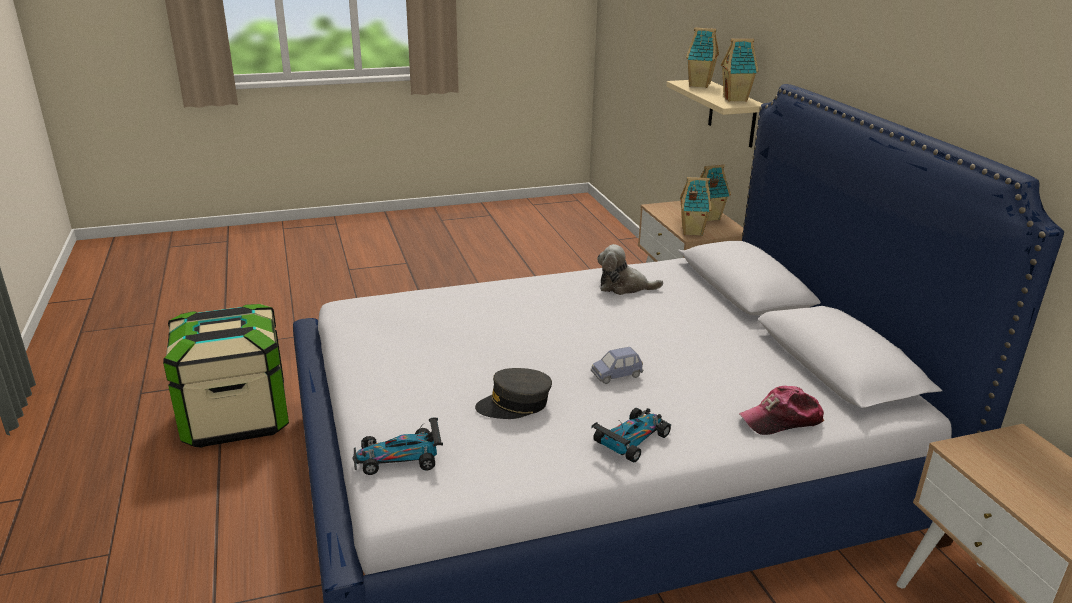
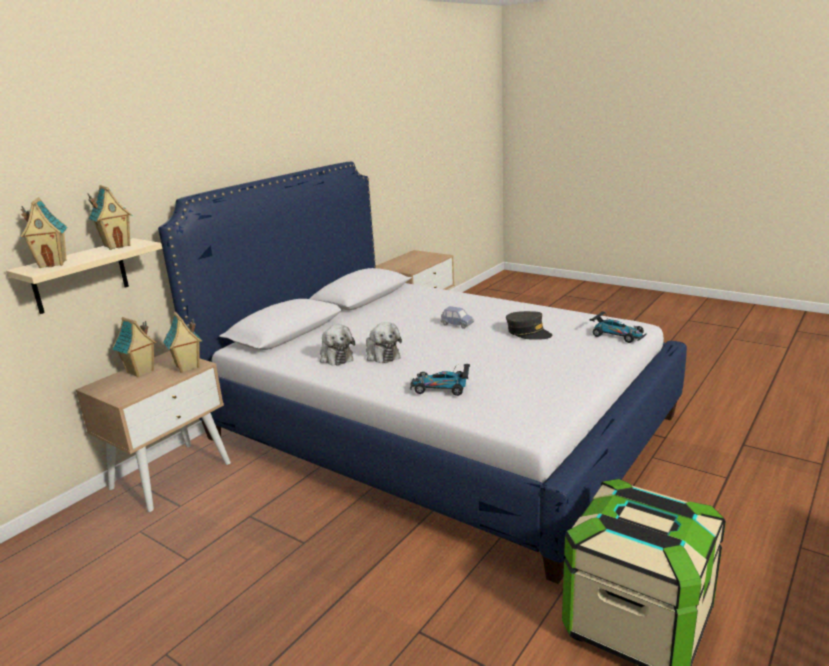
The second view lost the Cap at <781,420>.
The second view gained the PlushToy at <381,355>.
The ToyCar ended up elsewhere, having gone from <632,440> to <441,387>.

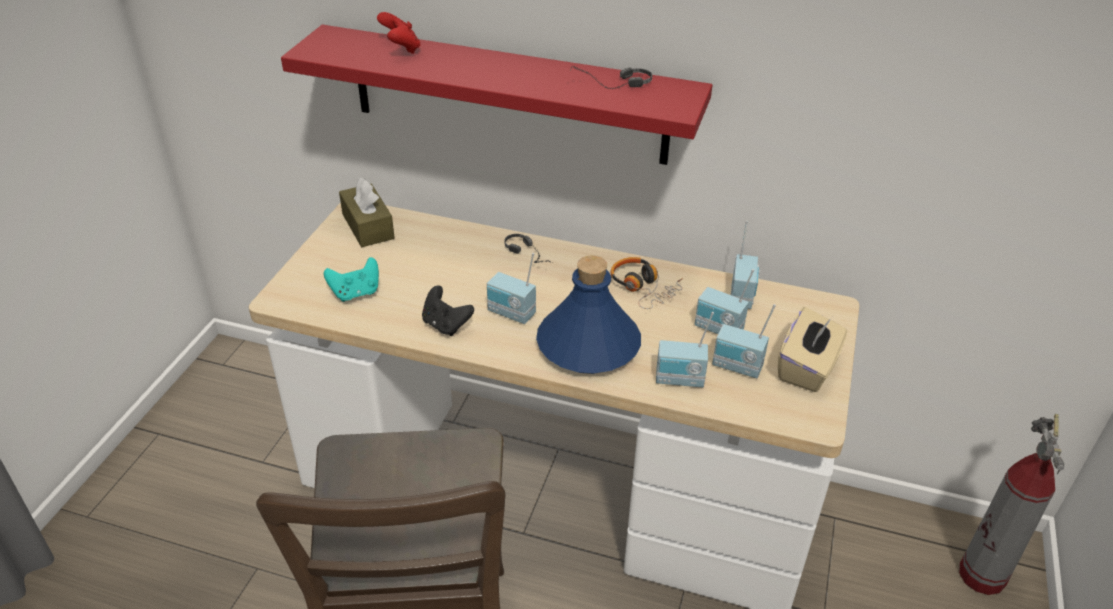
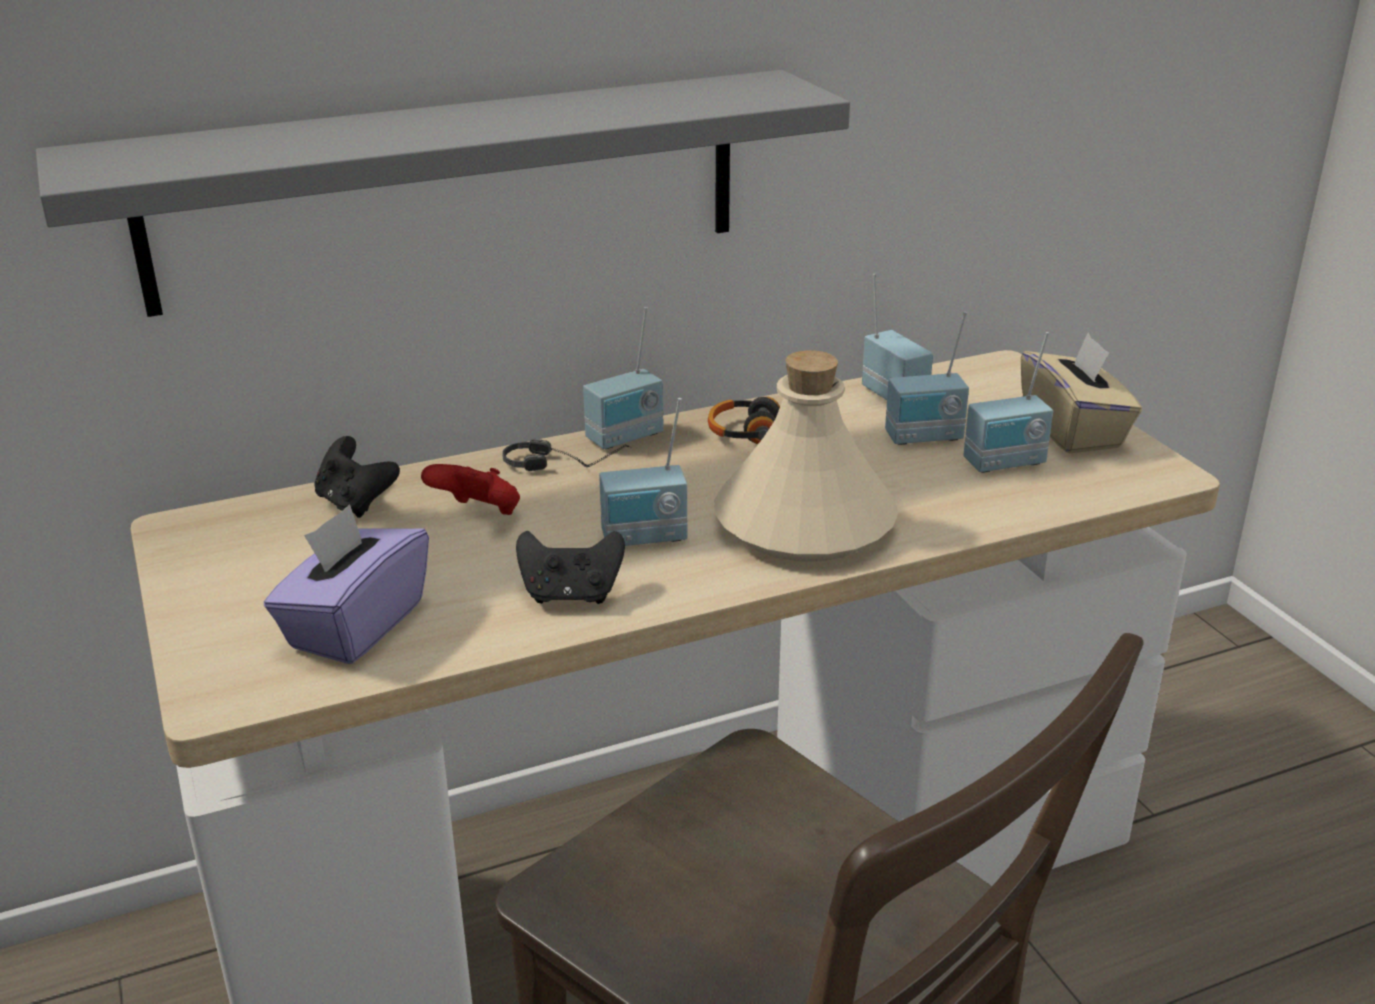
The second view lost the BrownTissueBox at <368,226>.
The second view lost the Headphones at <612,86>.
The second view lost the FireExtinguisher at <982,576>.
The second view gained the BlackGameController at <356,503>.
The RedGameController ended up elsewhere, having gone from <401,48> to <478,514>.
The Radio ended up elsewhere, having gone from <679,380> to <626,438>.
Where the TurquoiseGameController stood at <356,293>, the PurpleTissueBox came to stand at <355,625>.
What was the RedShelf at <508,95> turned into the GreyShelf at <450,189>.
What was the BlueBottle at <588,346> turned into the BeigeBottle at <805,524>.

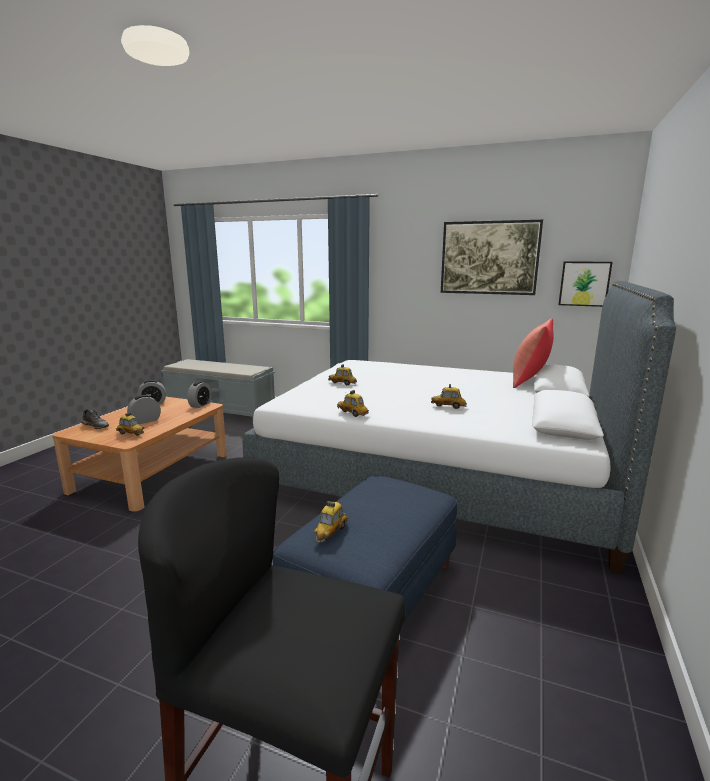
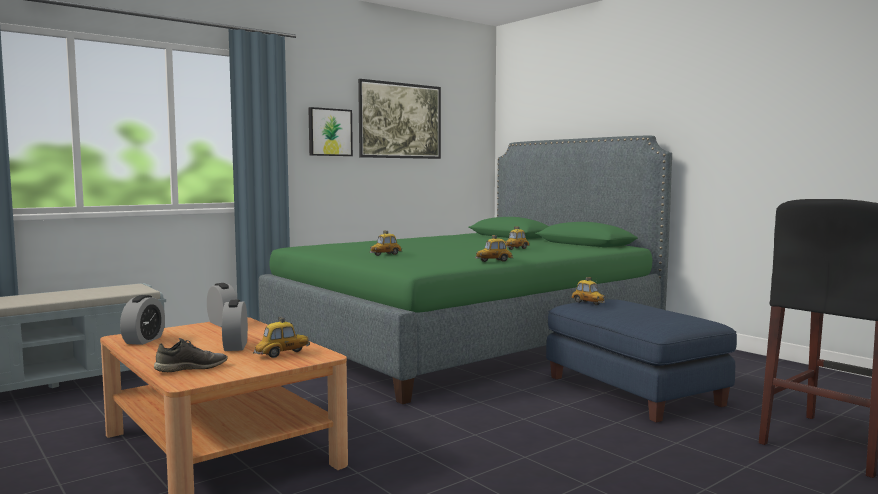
The second view lost the RedPillow at <529,381>.
The ToyCar ended up elsewhere, having gone from <331,532> to <588,303>.
The Picture ended up elsewhere, having gone from <584,283> to <329,132>.
What was the WhiteBed at <439,473> turned into the GreenBed at <466,339>.

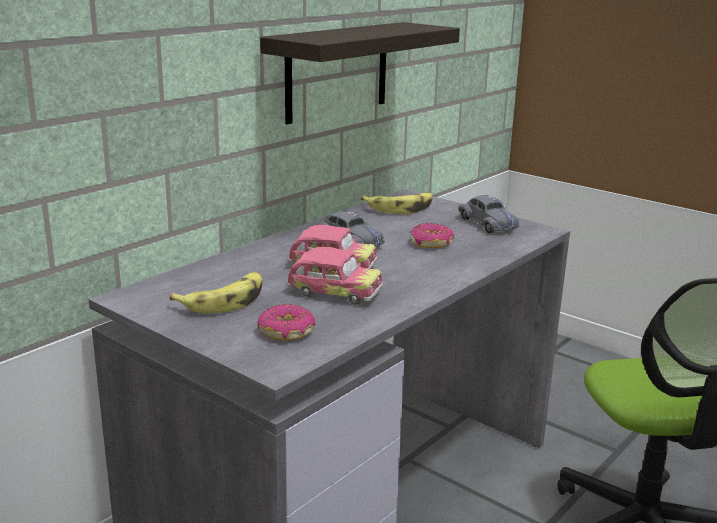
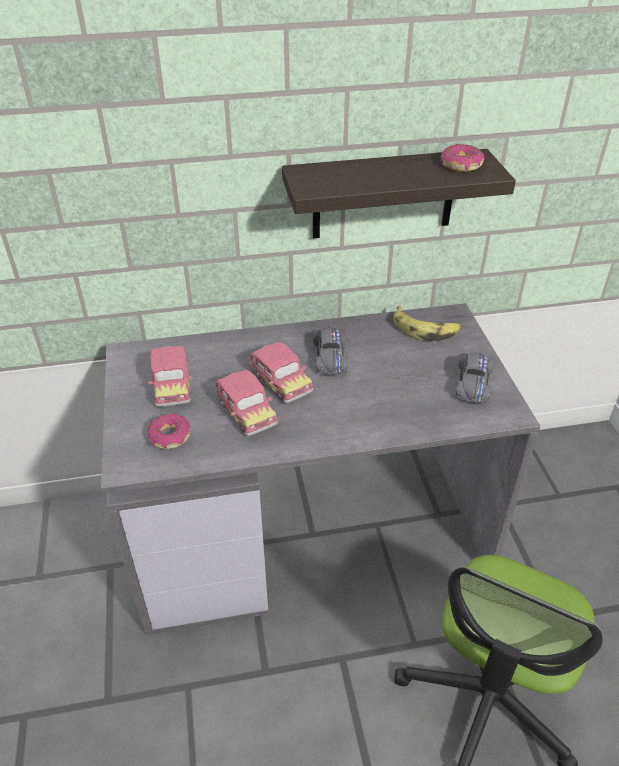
The Donut ended up elsewhere, having gone from <431,243> to <461,165>.
Where the Banana stood at <224,301>, the ToyCar came to stand at <172,385>.

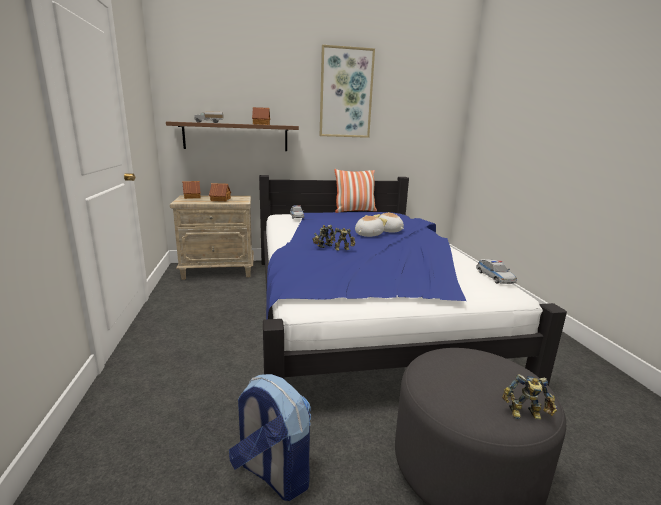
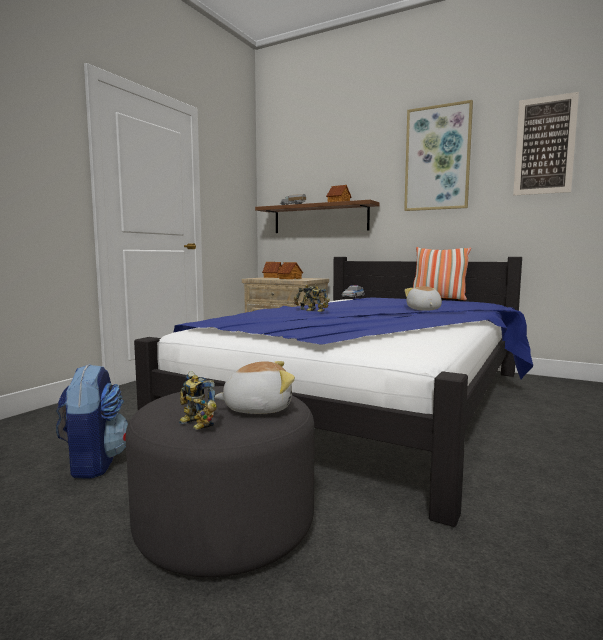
The second view lost the ToyCar at <495,277>.
The second view gained the Picture at <544,146>.
The PlushToy ended up elsewhere, having gone from <367,235> to <257,408>.

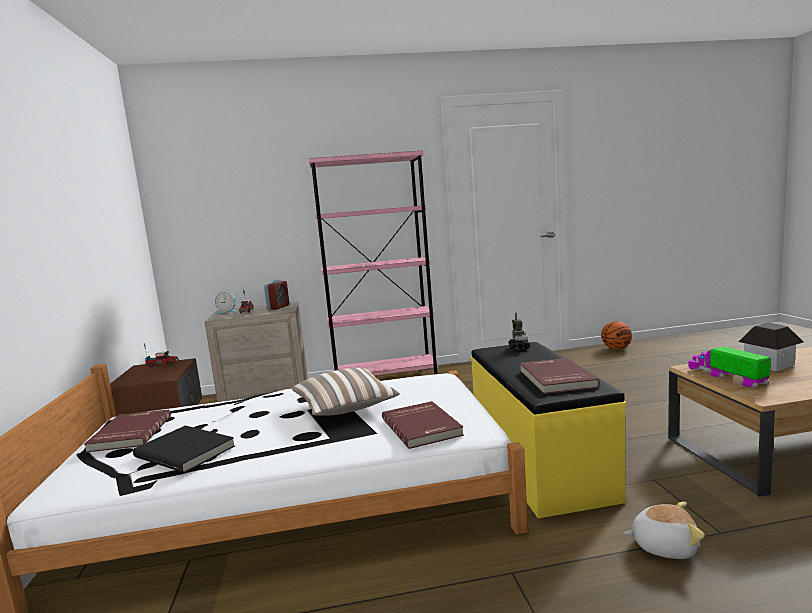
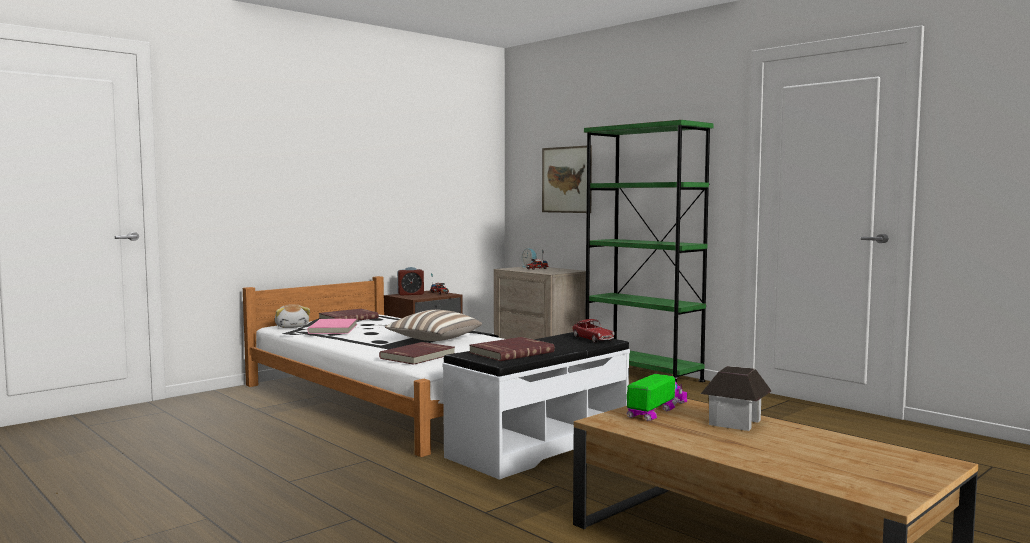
The second view lost the Basketball at <616,349>.
The second view gained the Picture at <566,179>.
The AlarmClock ended up elsewhere, having gone from <278,307> to <410,294>.
The PlushToy ended up elsewhere, having gone from <664,546> to <292,327>.
Where the ToyRobot stood at <519,348>, the ToyCar came to stand at <592,338>.
What was the BlackBook at <186,451> turned into the PinkBook at <334,329>.
What was the PinkBookcase at <385,379> turned into the GreenBookcase at <642,375>.
What was the YellowBench at <537,462> turned into the WhiteBench at <538,446>.

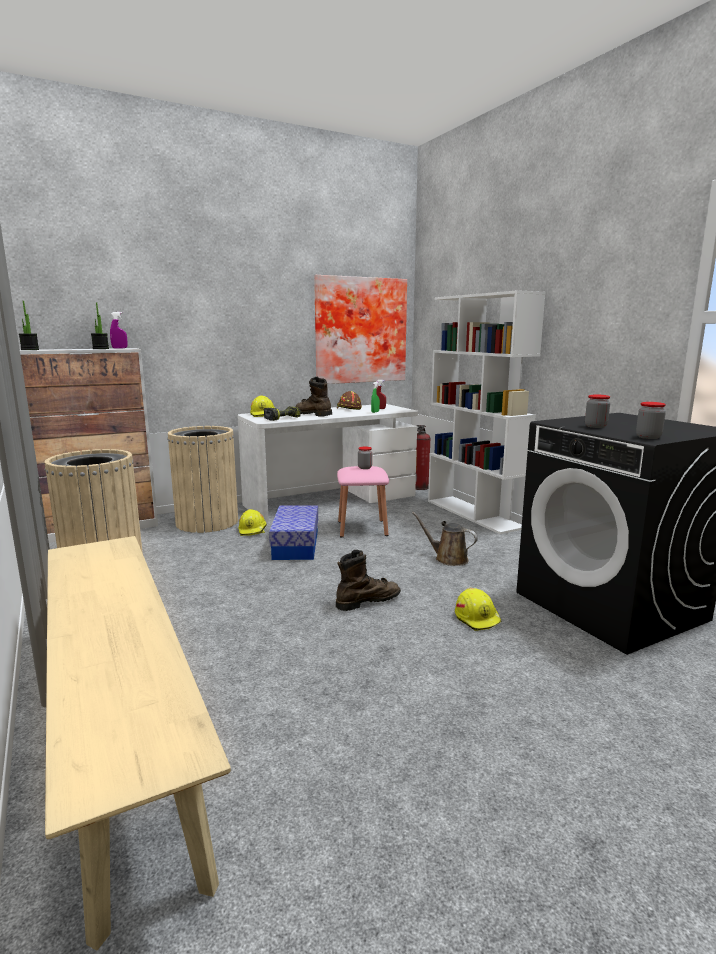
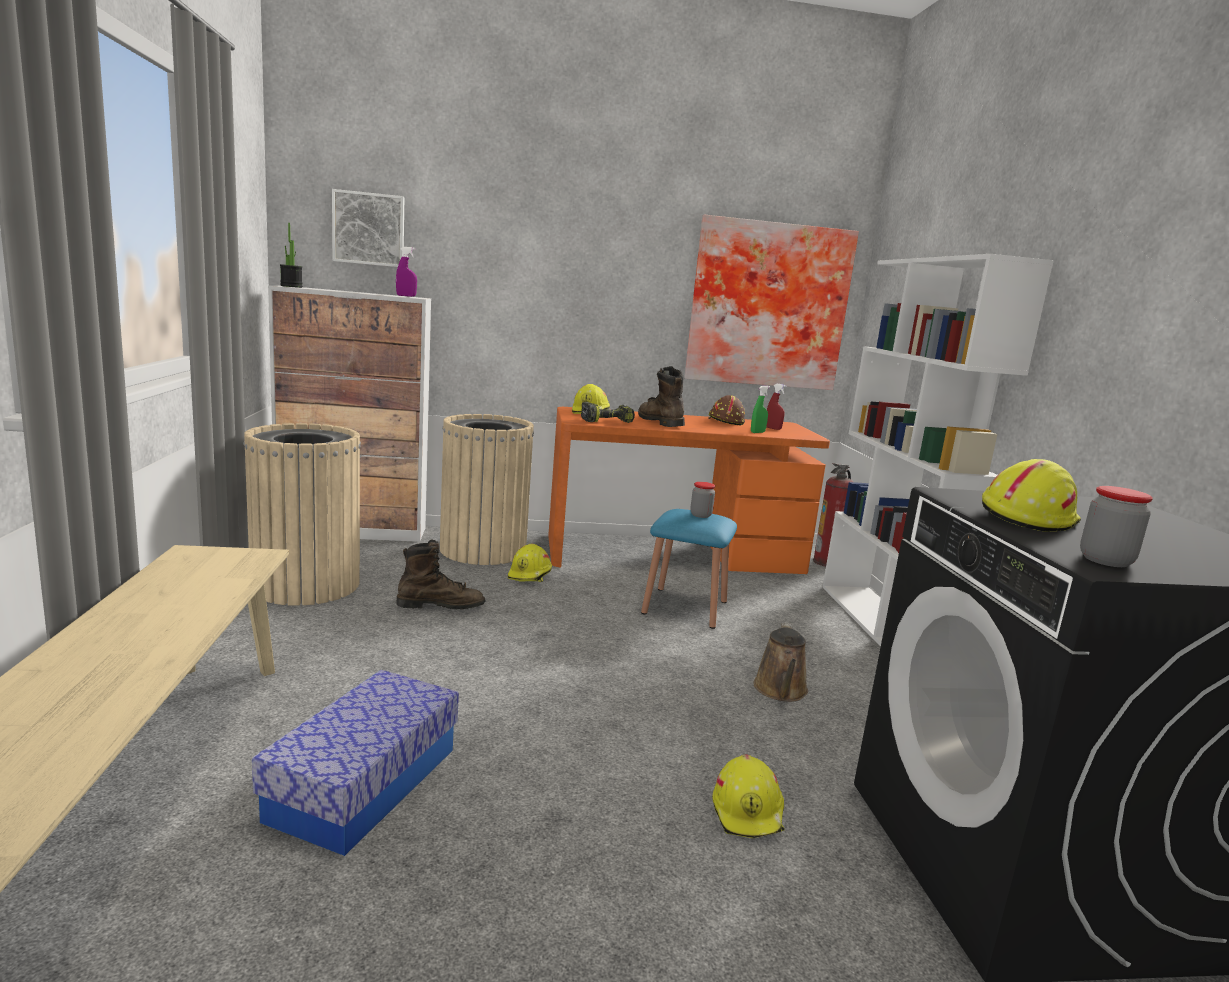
The second view lost the PottedPlant at <100,349>.
The second view gained the Picture at <369,229>.
The StorageBox ended up elsewhere, having gone from <296,545> to <364,784>.
The BrownBoot ended up elsewhere, having gone from <367,601> to <441,605>.
Where the Jar stood at <595,426>, the YellowHardHat came to stand at <1026,518>.
What was the WhiteDesk at <330,500> turned into the OrangeDesk at <673,554>.
What was the PinkStool at <362,528> turned into the BlueStool at <685,607>.
The BrownWateringCan at <448,558> ended up facing another way, 135 degrees counterclockwise from before.

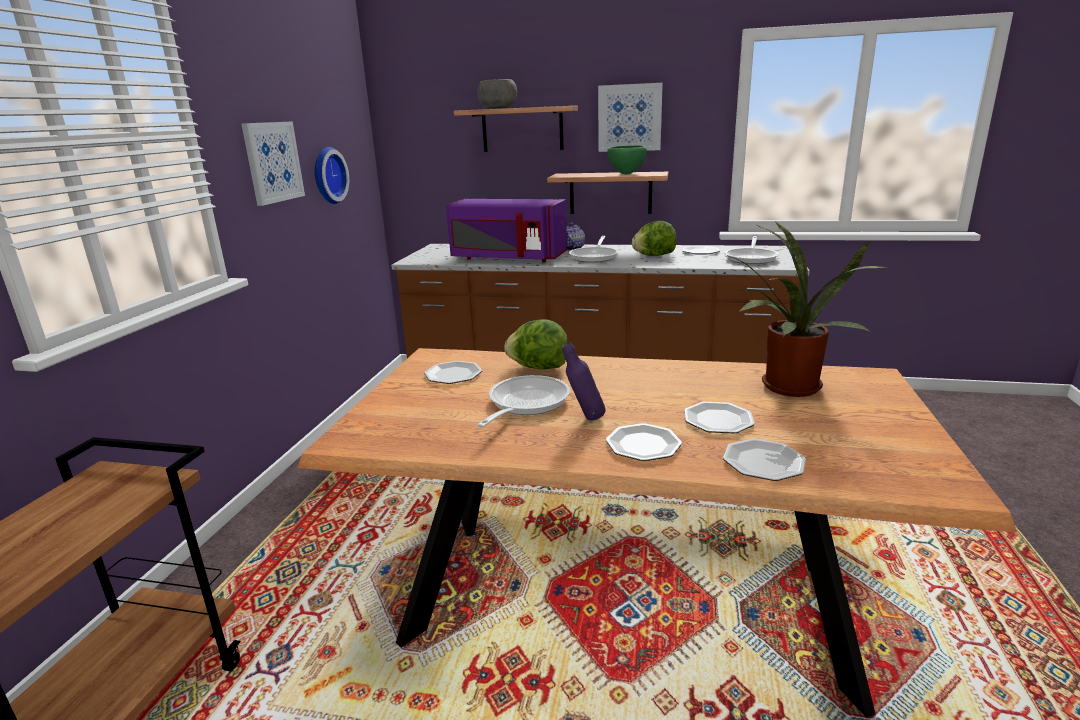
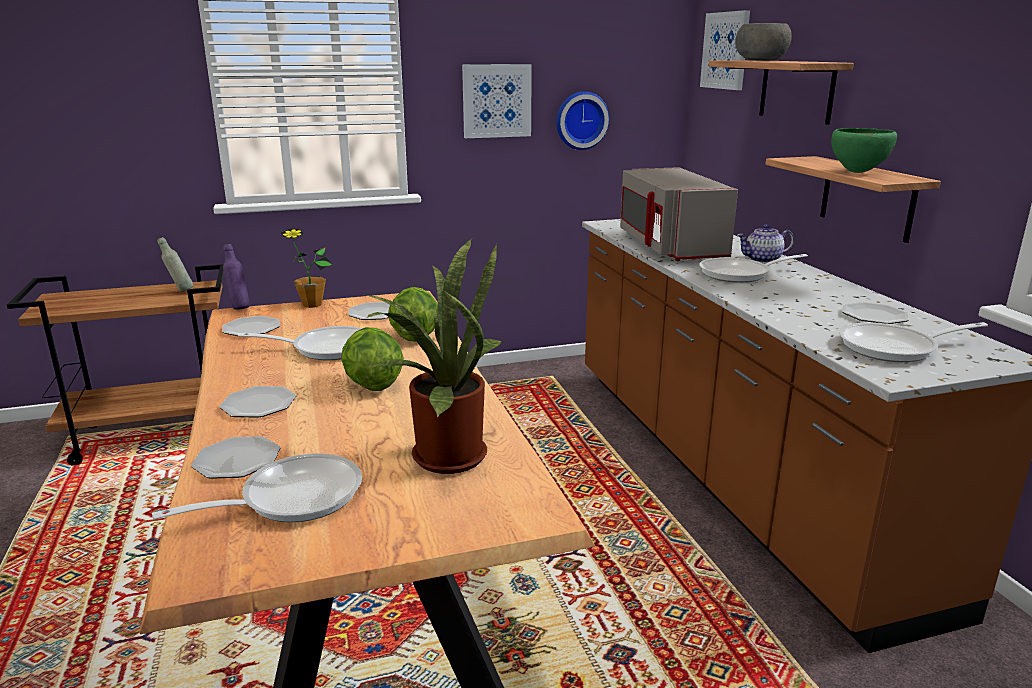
The second view gained the FryingPan at <291,498>.
The second view gained the GreyBottle at <180,291>.
The second view gained the PottedPlant at <312,304>.
The PurpleBottle ended up elsewhere, having gone from <584,419> to <239,308>.
The Picture ended up elsewhere, having gone from <629,118> to <725,50>.
The Lettuce ended up elsewhere, having gone from <654,256> to <372,384>.
The Plate ended up elsewhere, having gone from <718,420> to <251,329>.
What was the PurpleMicrowave at <507,258> turned into the GreyMicrowave at <669,246>.

